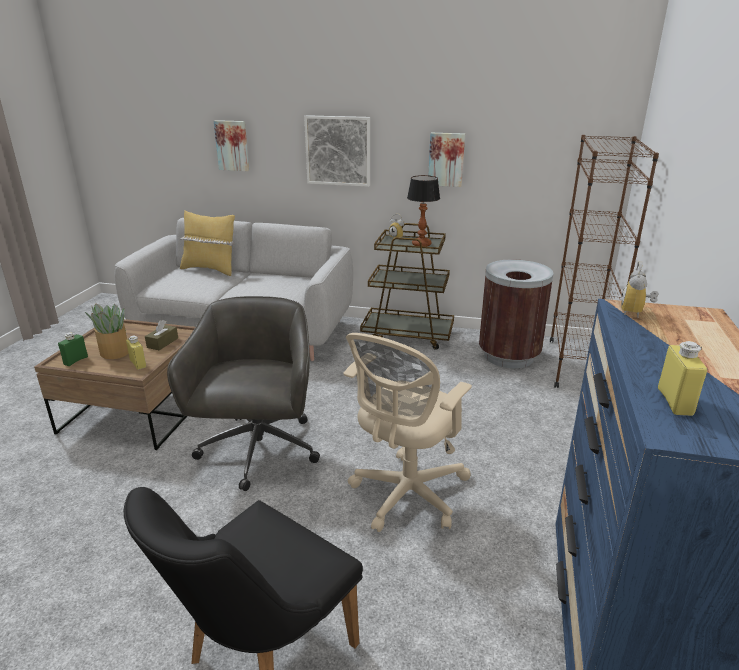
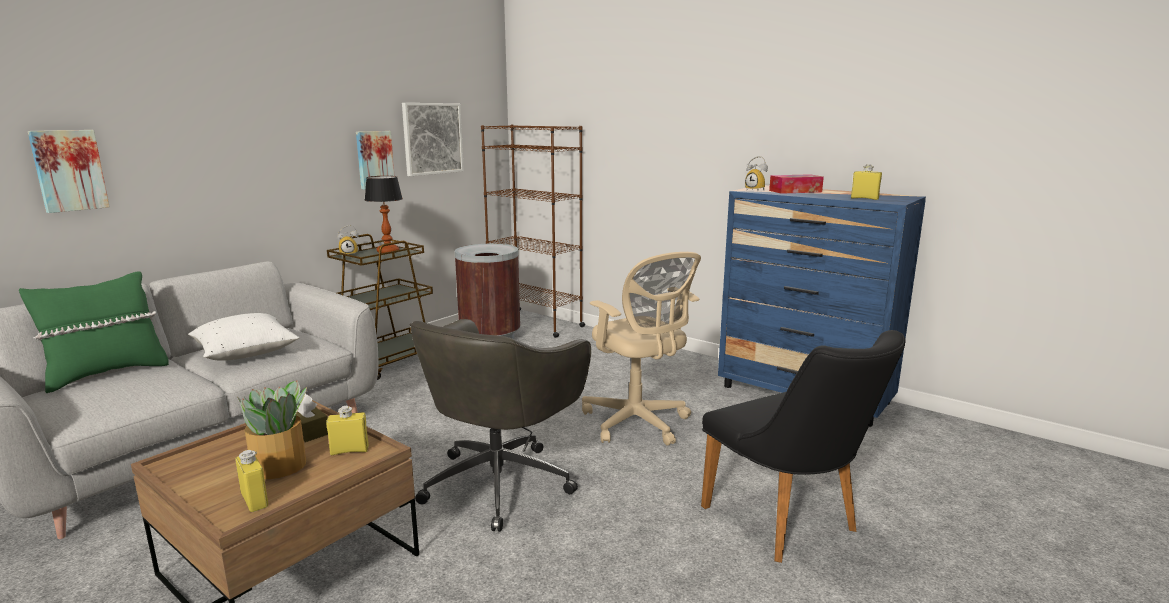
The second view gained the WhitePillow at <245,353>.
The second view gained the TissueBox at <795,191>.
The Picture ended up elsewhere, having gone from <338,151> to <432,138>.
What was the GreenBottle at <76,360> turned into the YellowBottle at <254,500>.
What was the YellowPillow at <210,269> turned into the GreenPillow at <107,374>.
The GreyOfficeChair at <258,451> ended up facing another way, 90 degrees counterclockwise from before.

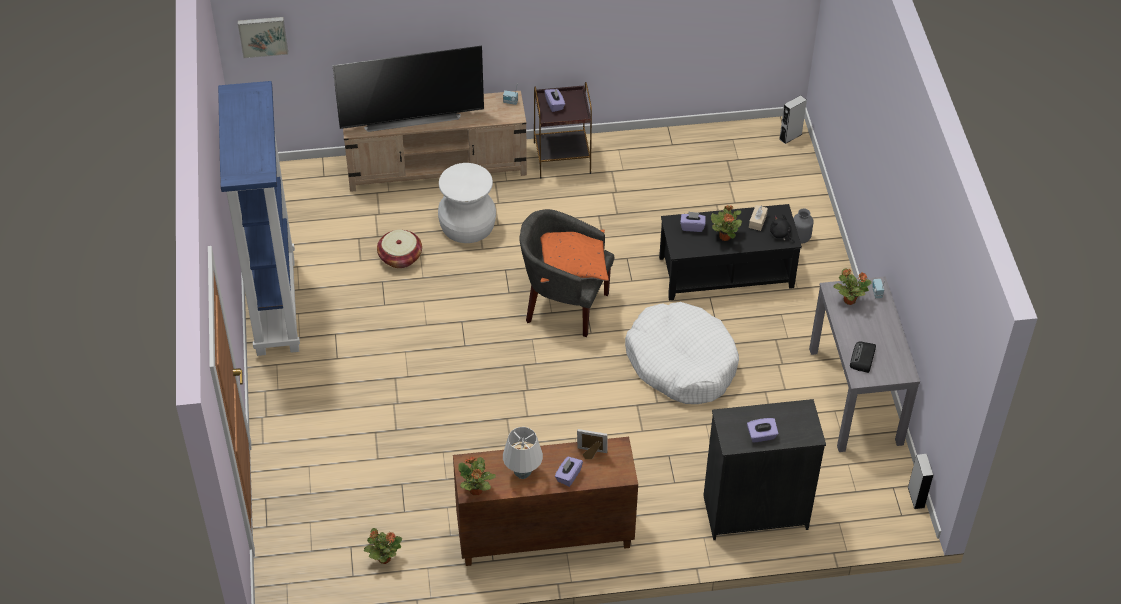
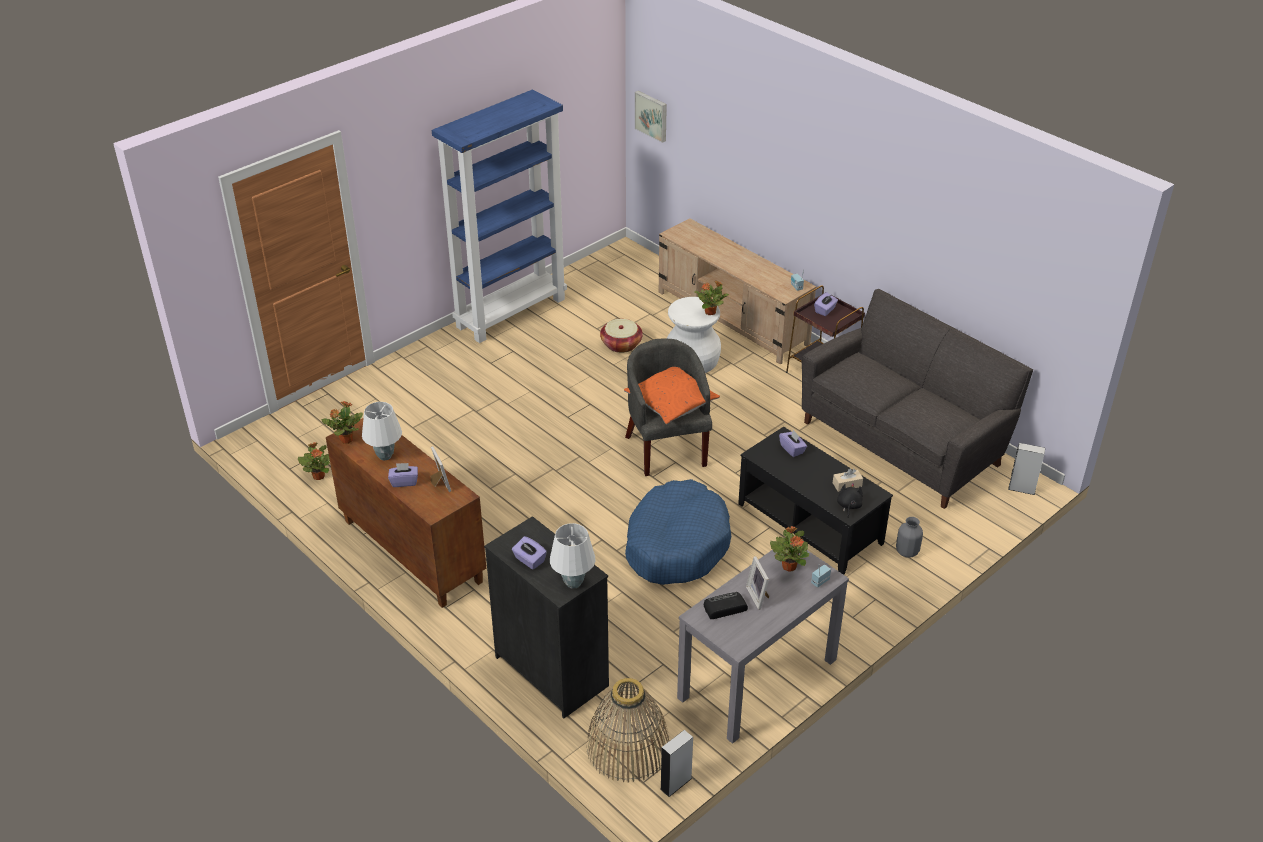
The second view lost the Television at <411,117>.
The second view gained the WhiteTableLamp at <572,583>.
The second view gained the Basket at <628,747>.
The second view gained the PictureFrame at <759,596>.
The second view gained the GreySofa at <903,442>.
The PottedPlant ended up elsewhere, having gone from <725,236> to <710,312>.
What was the WhiteDogBed at <681,362> turned into the BlueDogBed at <676,544>.

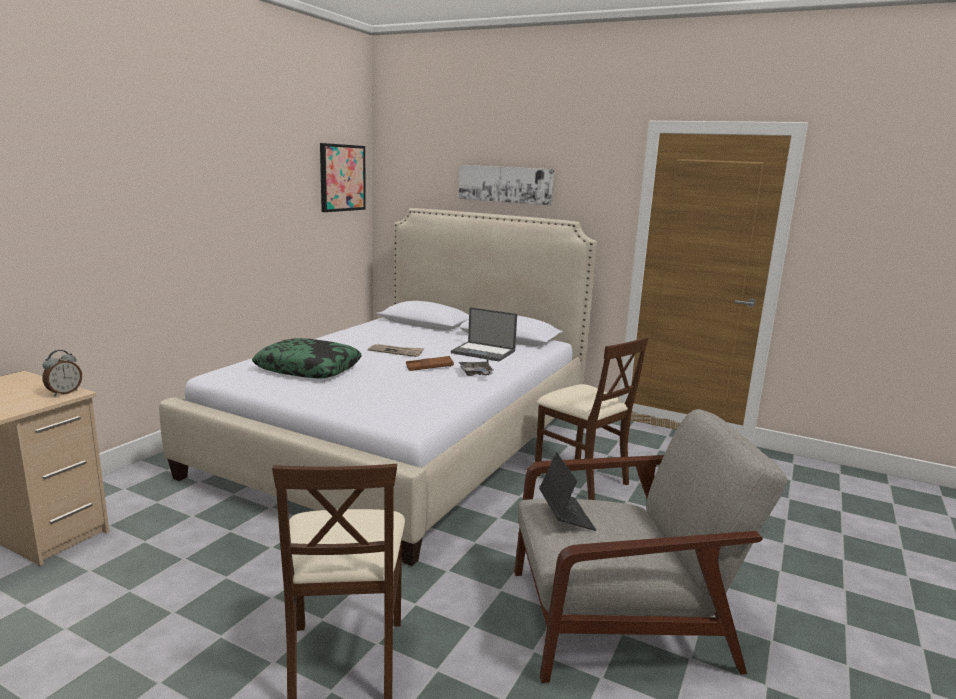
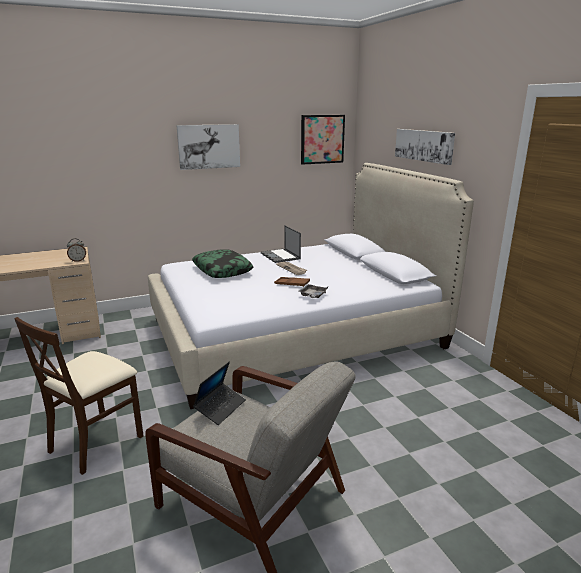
The second view lost the BeigeChair at <581,478>.
The second view gained the Picture at <208,146>.
The Laptop ended up elsewhere, having gone from <484,352> to <280,256>.

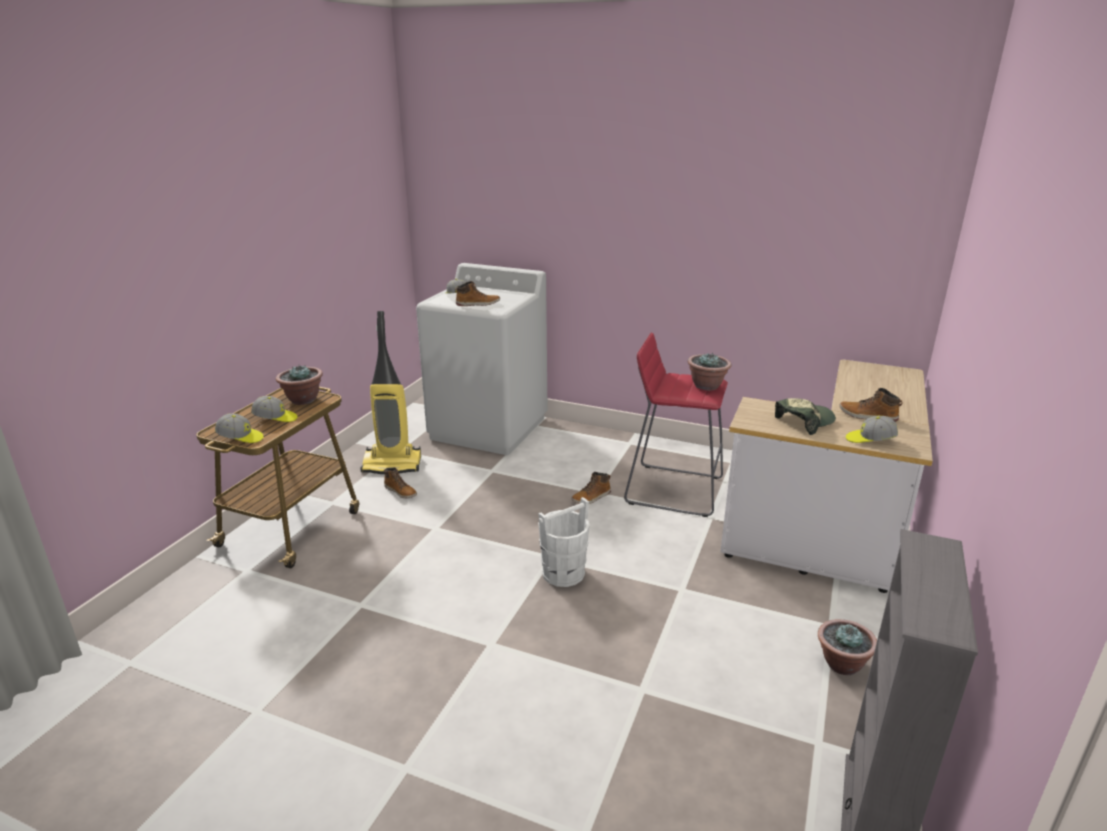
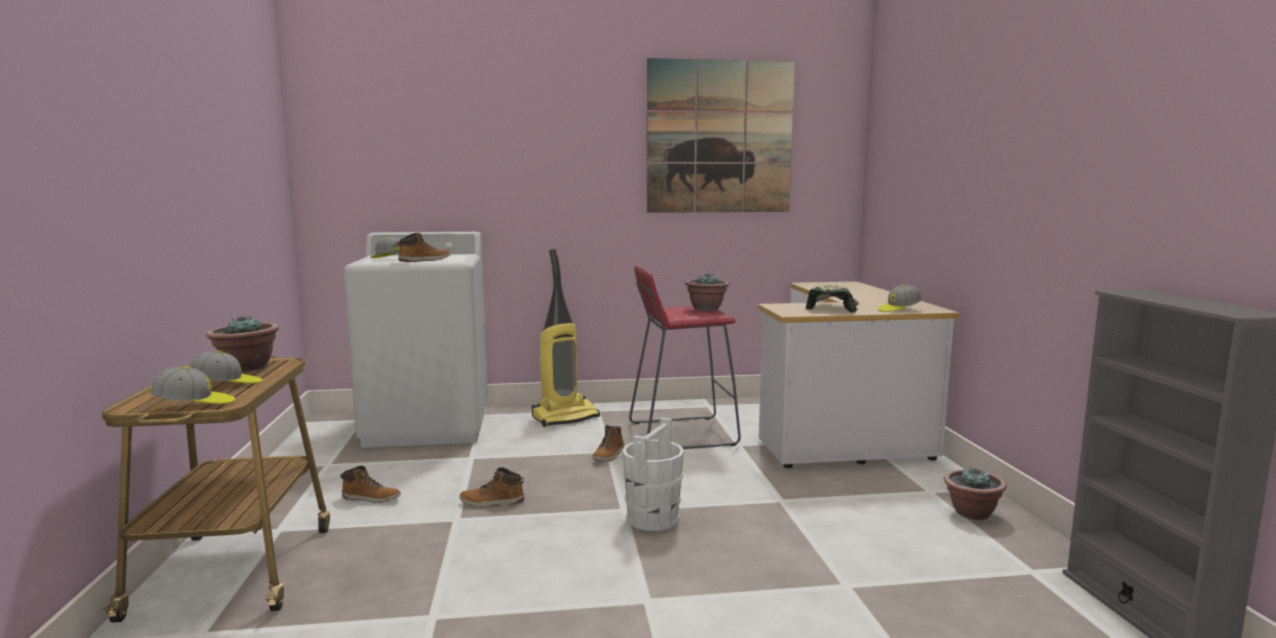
The second view gained the Picture at <719,137>.
The VacuumCleaner ended up elsewhere, having gone from <393,464> to <565,417>.
The Boot ended up elsewhere, having gone from <867,416> to <492,502>.

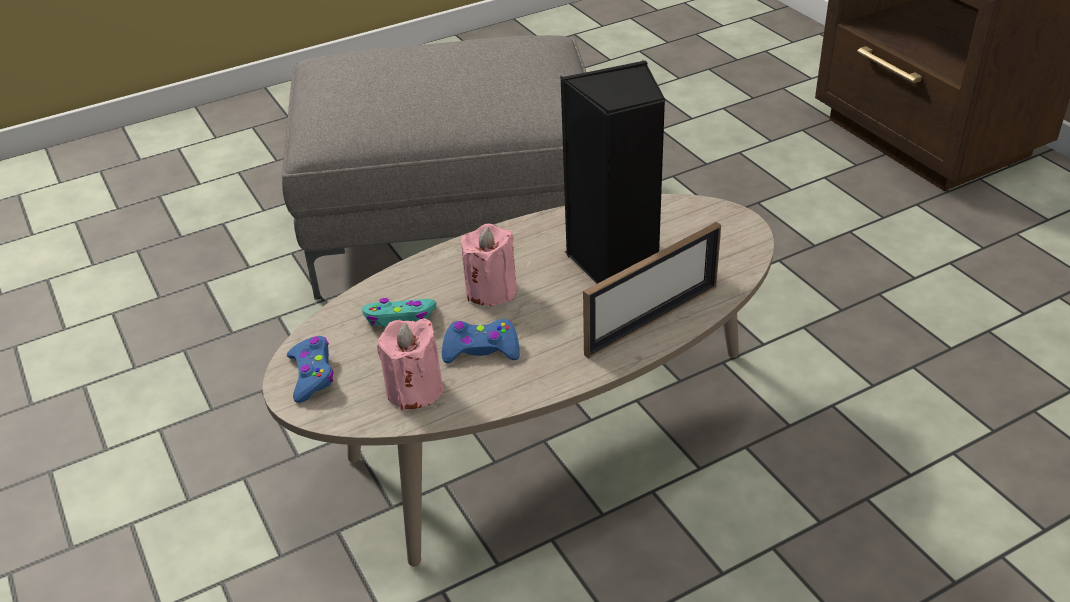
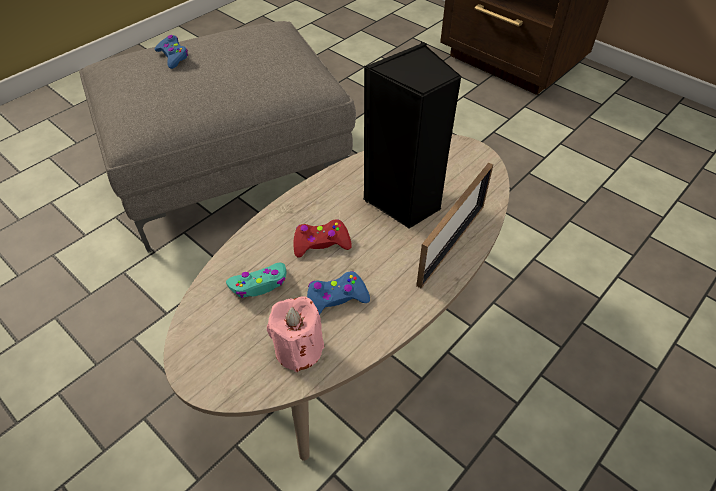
The BlueGameController ended up elsewhere, having gone from <312,374> to <173,56>.
Where the PinkCandle stood at <491,290>, the RedGameController came to stand at <321,243>.

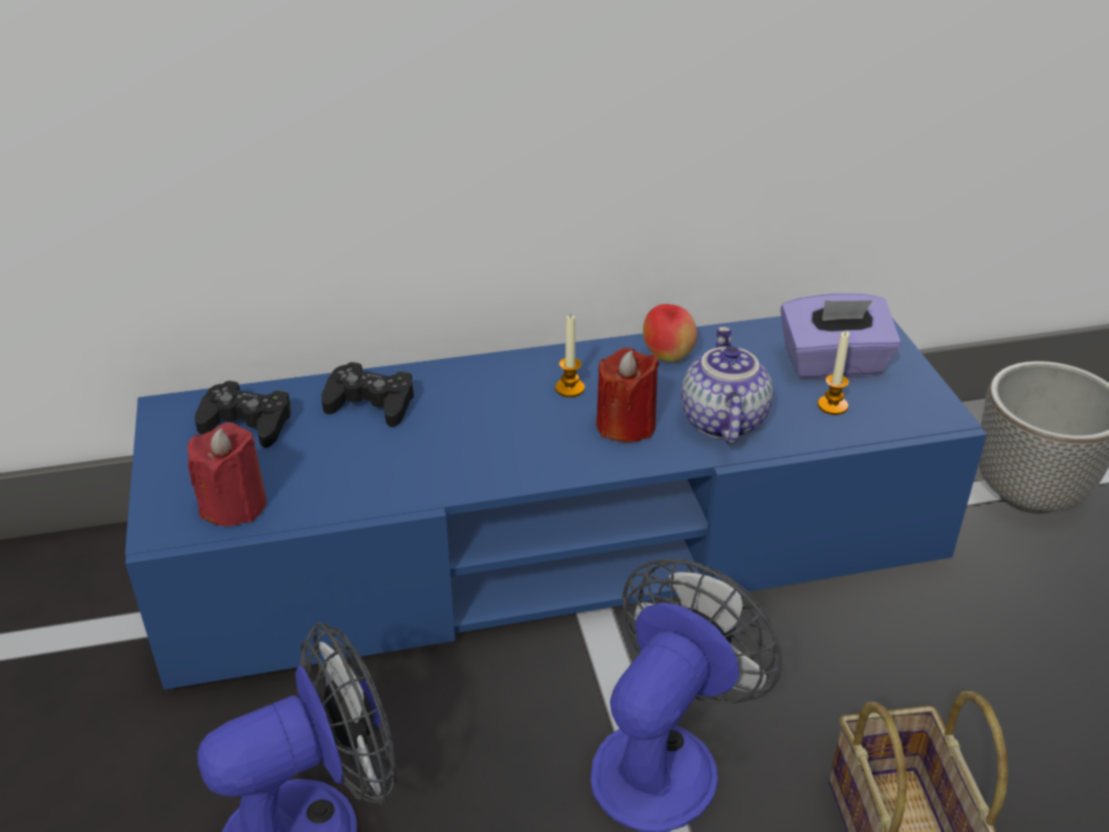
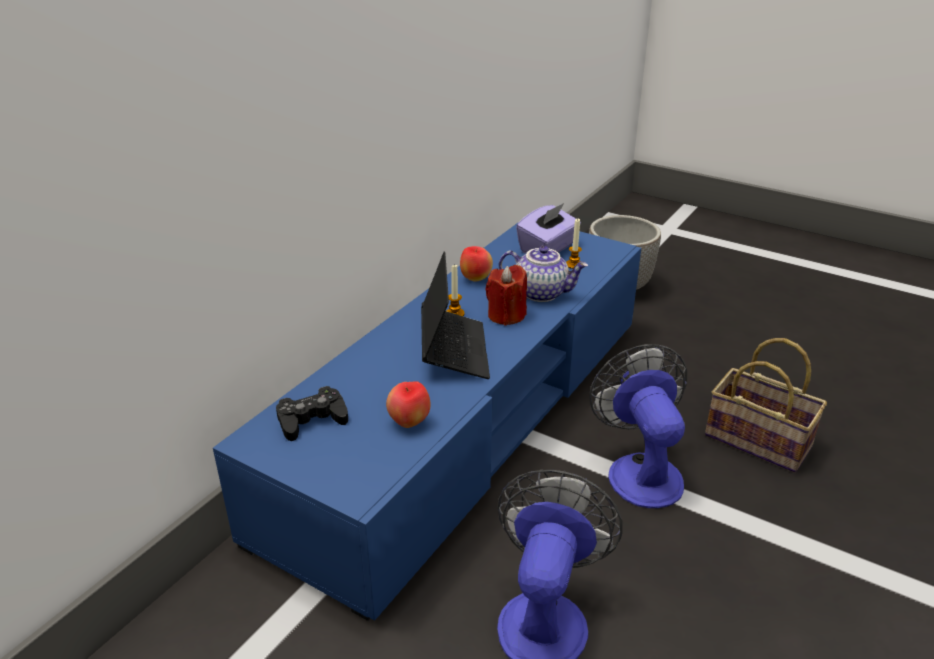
The second view lost the RedCandle at <234,505>.
The second view lost the BlackGameController at <371,403>.
The second view gained the Apple at <409,422>.
The second view gained the Laptop at <453,351>.
The Teapot at <721,420> ended up facing another way, 150 degrees clockwise from before.

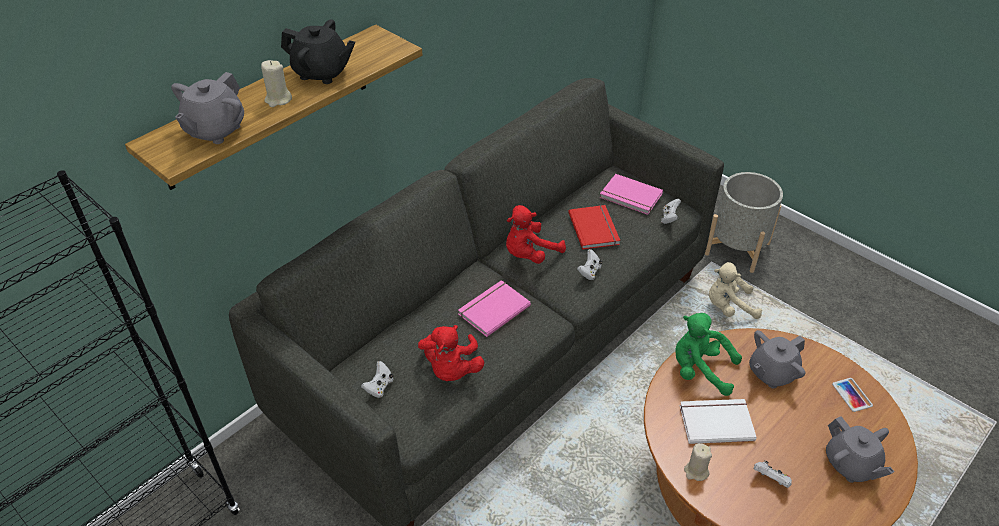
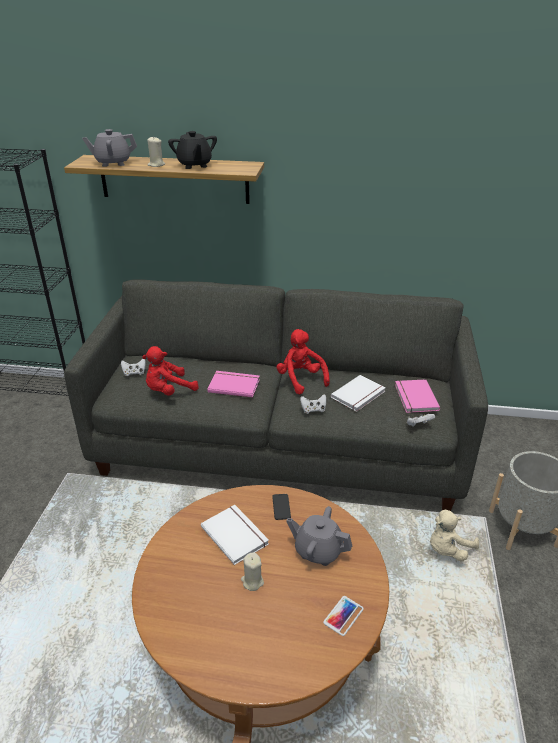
The second view lost the WhiteGameController at <771,480>.
The second view lost the GreyTeapot at <850,465>.
The BeigeCandle ended up elsewhere, having gone from <696,471> to <252,581>.
Where the GreenPlushToy stood at <700,370>, the Phone came to stand at <281,507>.
What was the RedBook at <595,228> turned into the WhiteBook at <359,395>.
The RedPlushToy at <529,254> ended up facing another way, 45 degrees clockwise from before.
The BeigePlushToy at <728,307> ended up facing another way, 90 degrees counterclockwise from before.

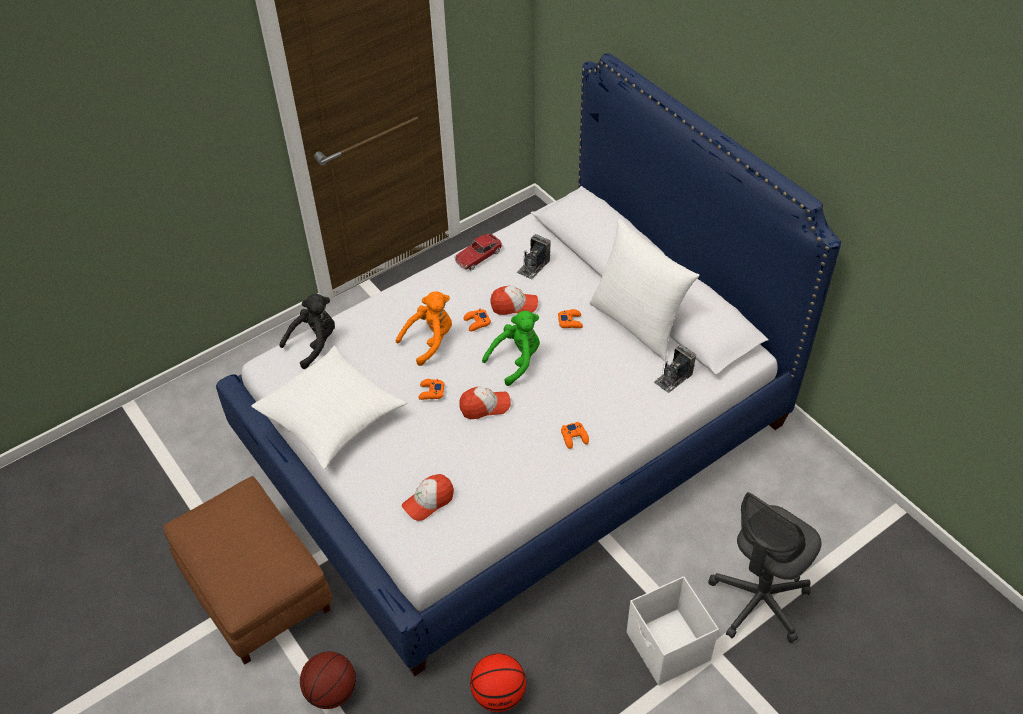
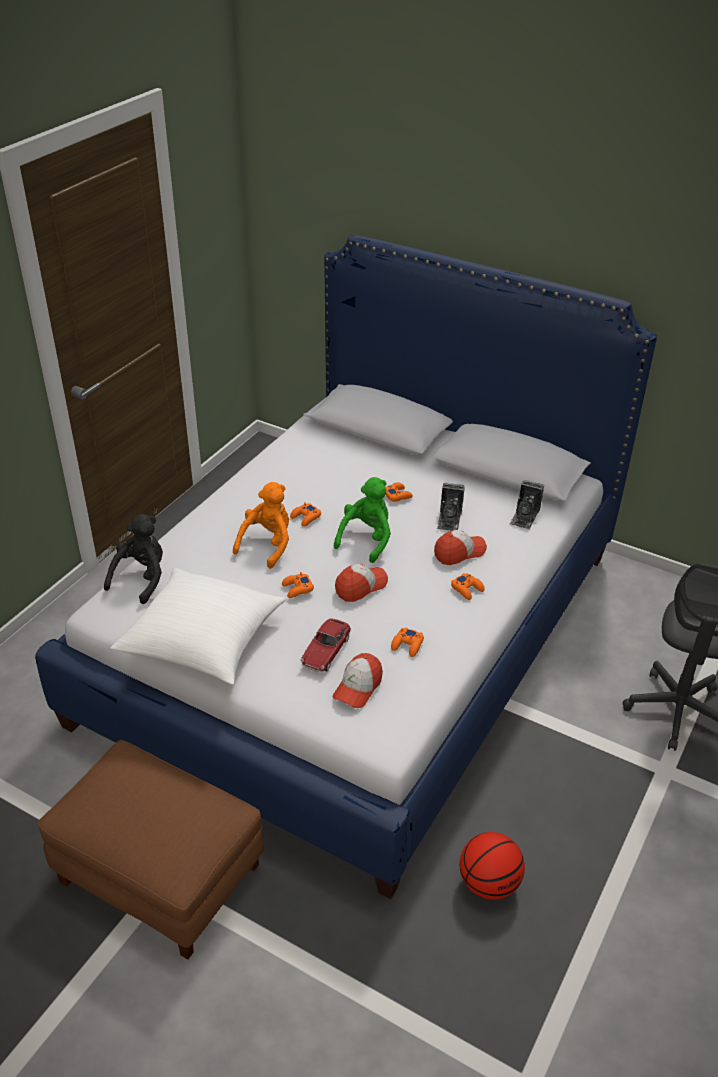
The second view lost the Basketball at <331,691>.
The second view lost the WhitePillow at <638,323>.
The second view lost the WhiteStorageBox at <668,648>.
The second view gained the OrangeGameController at <407,645>.
The ToyCar ended up elsewhere, having gone from <478,256> to <326,651>.
The Cap ended up elsewhere, having gone from <514,305> to <459,552>.
The PhotoCamera ended up elsewhere, having gone from <533,266> to <449,519>.

